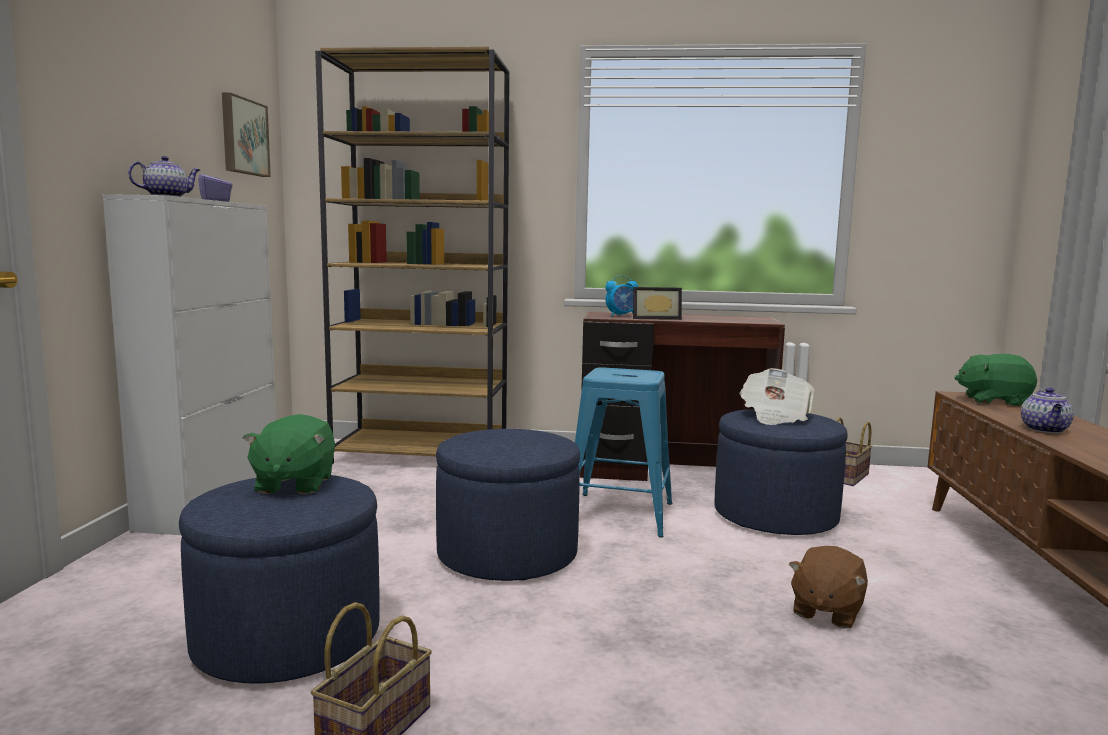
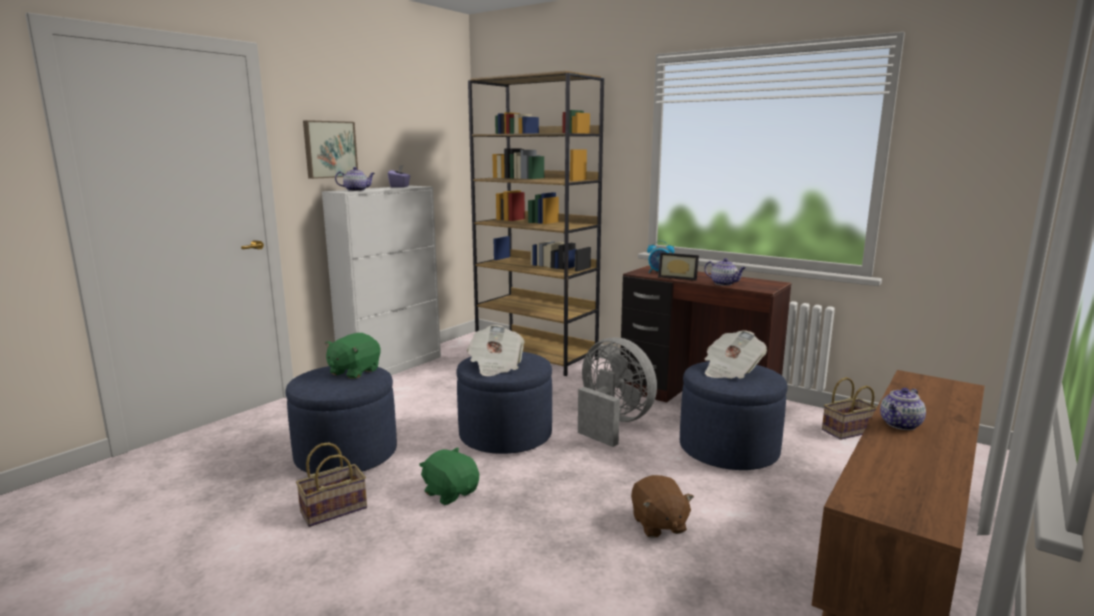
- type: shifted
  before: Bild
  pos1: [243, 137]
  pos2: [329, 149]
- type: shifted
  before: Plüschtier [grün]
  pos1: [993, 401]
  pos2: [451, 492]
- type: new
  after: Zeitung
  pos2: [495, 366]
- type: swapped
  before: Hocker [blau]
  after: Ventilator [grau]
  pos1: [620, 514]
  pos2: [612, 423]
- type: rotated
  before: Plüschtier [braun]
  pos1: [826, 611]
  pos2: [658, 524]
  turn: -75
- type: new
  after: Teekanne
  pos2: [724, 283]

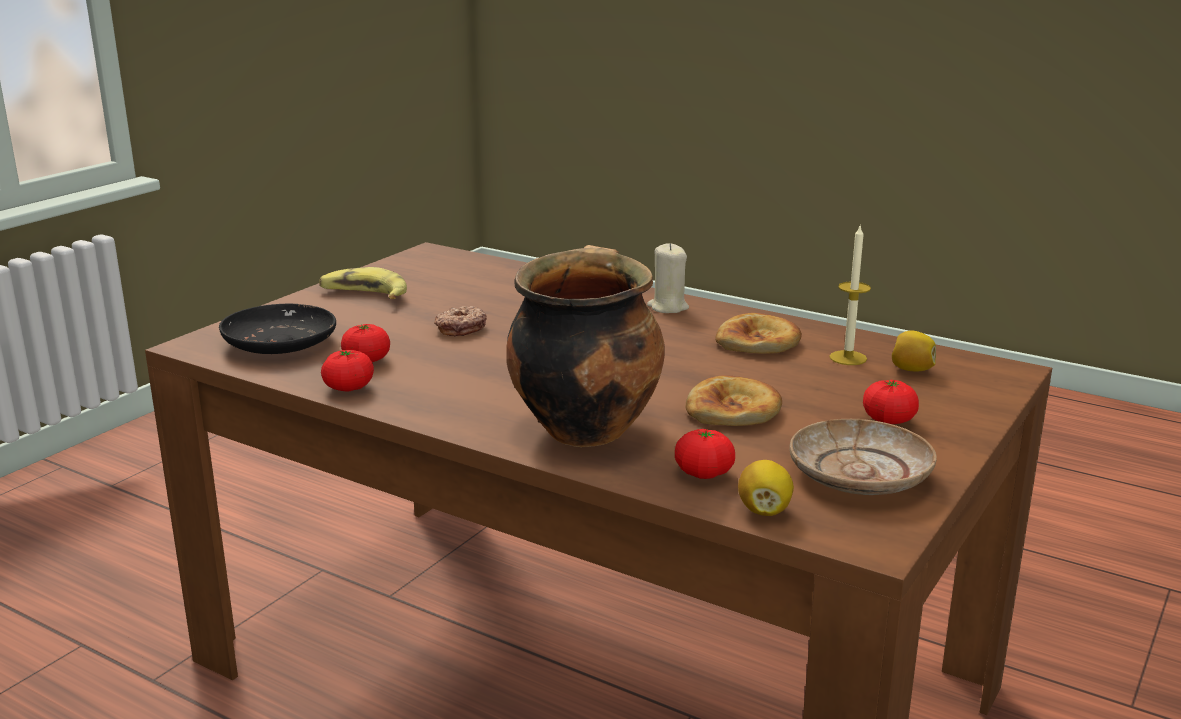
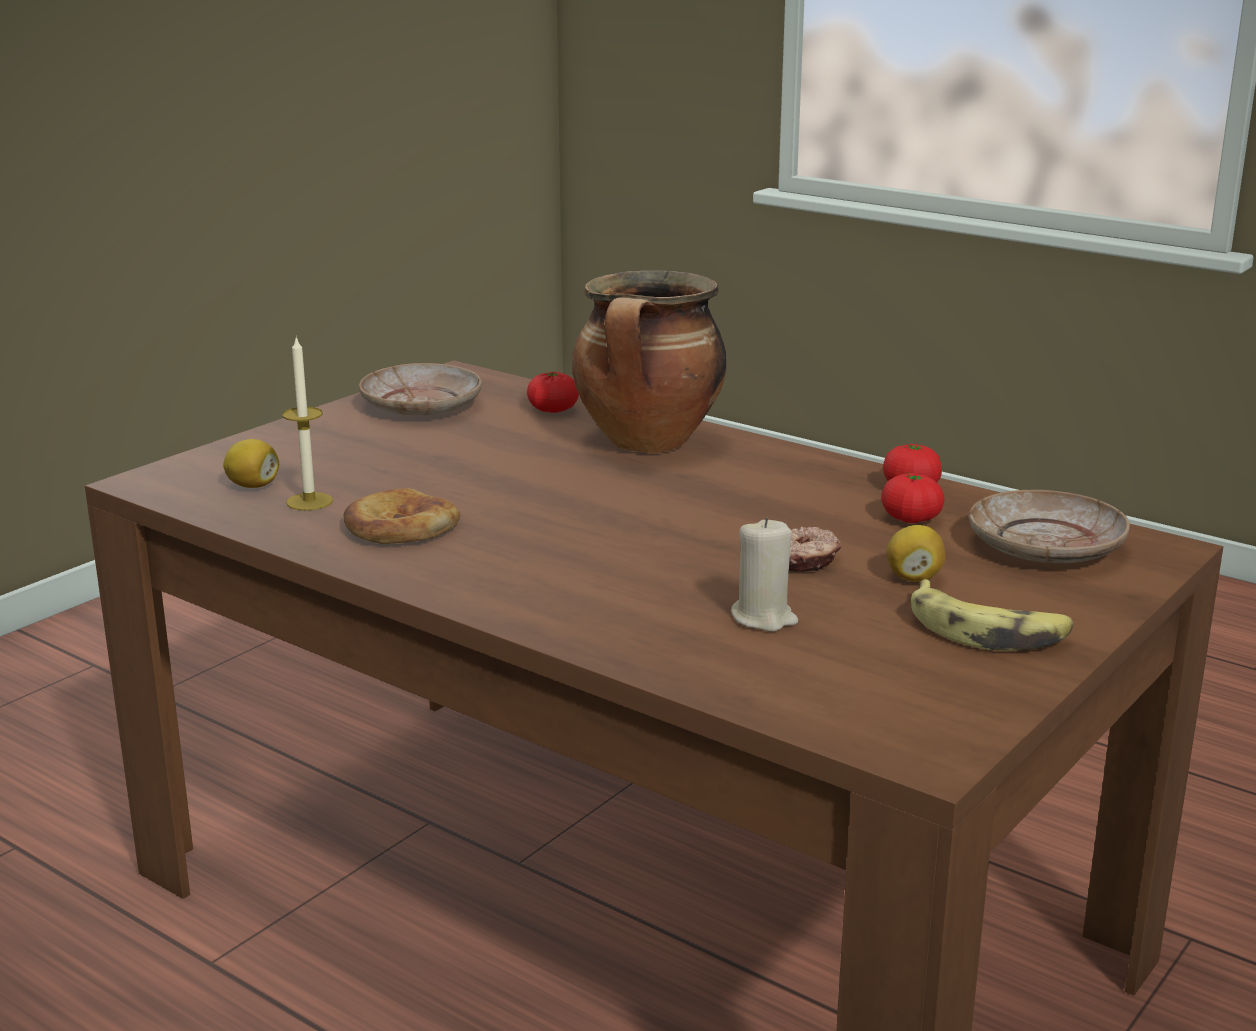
- type: shifted
  before: Kerze [beige]
  pos1: [668, 307]
  pos2: [764, 618]
- type: shifted
  before: Zitrone
  pos1: [764, 510]
  pos2: [914, 577]
- type: repainted
  before: Teller [schwarz]
  after: Teller [beige]
  pos1: [279, 343]
  pos2: [1046, 546]
- type: gone
  before: Brot
  pos1: [733, 409]
- type: gone
  before: Tomate
  pos1: [888, 420]

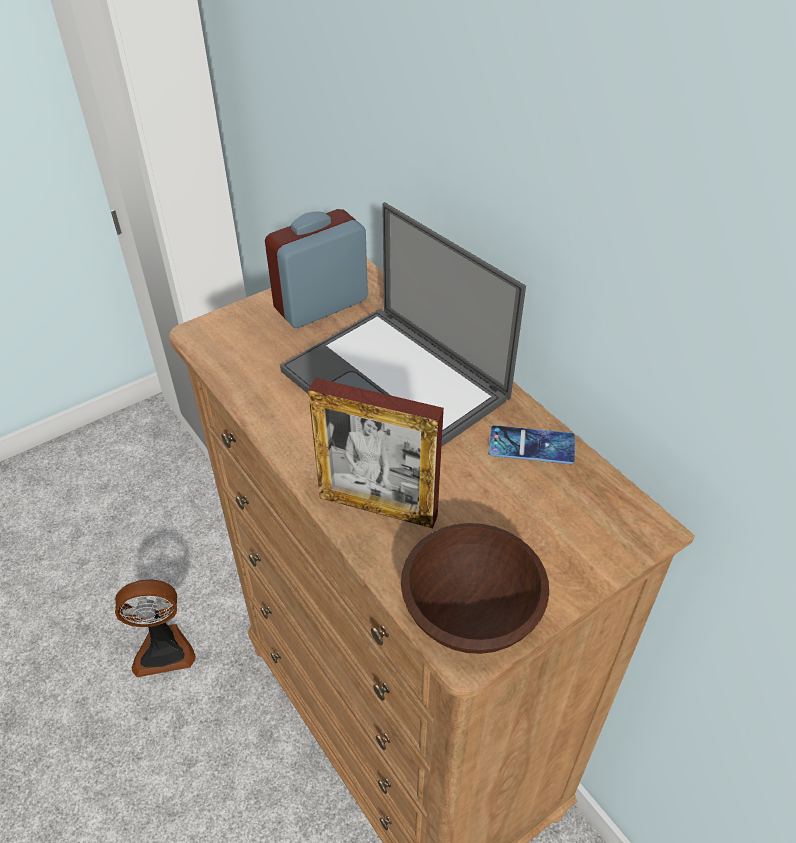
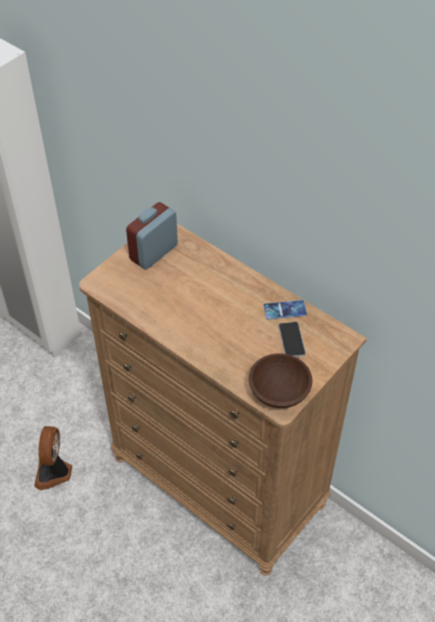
- type: rotated
  before: Ventilator
  pos1: [164, 649]
  pos2: [54, 472]
  turn: 120
- type: new
  after: Handy
  pos2: [291, 340]
- type: gone
  before: Laptop
  pos1: [397, 386]
- type: gone
  before: Bilderrahmen
  pos1: [378, 506]

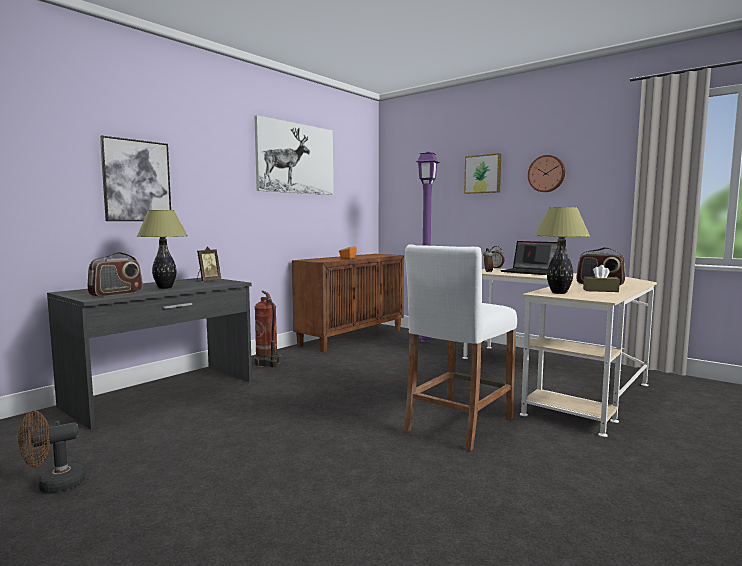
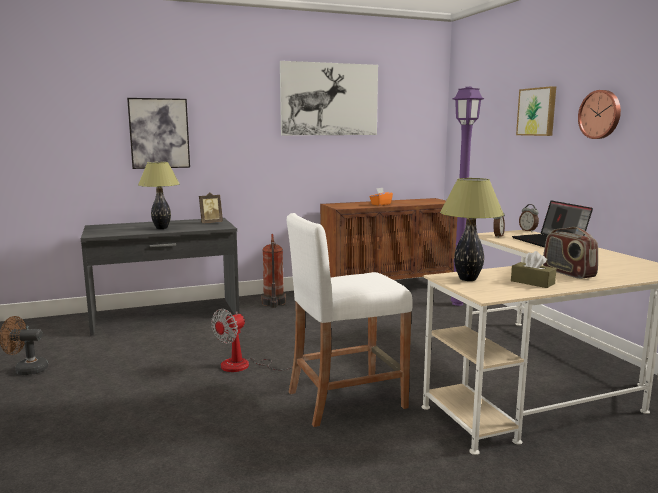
- type: new
  after: Ventilator
  pos2: [246, 366]
- type: gone
  before: Radio
  pos1: [116, 294]

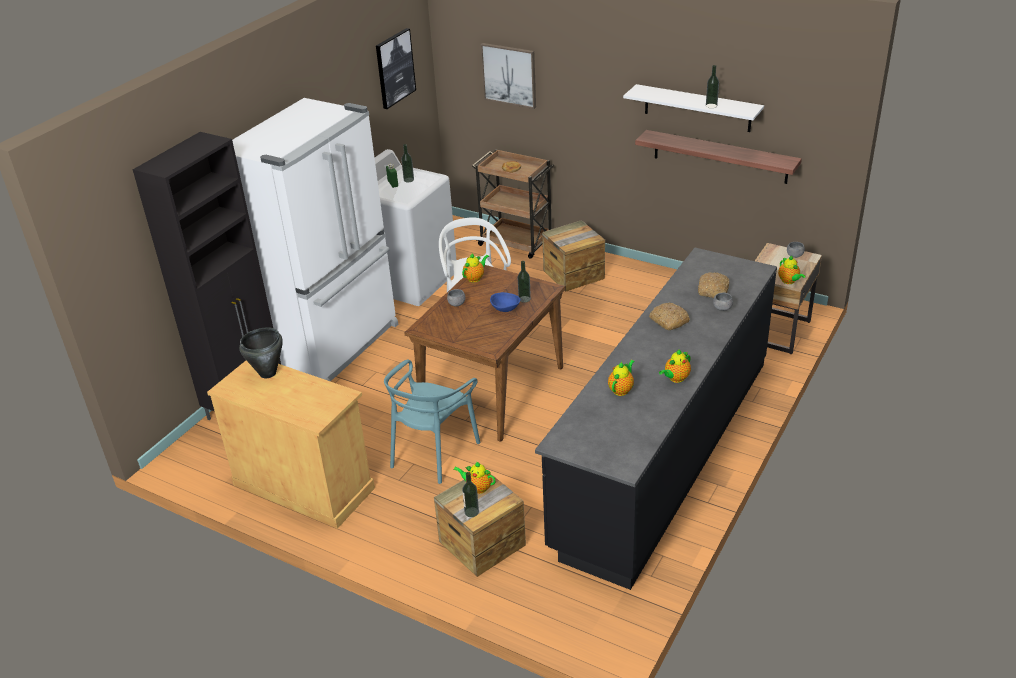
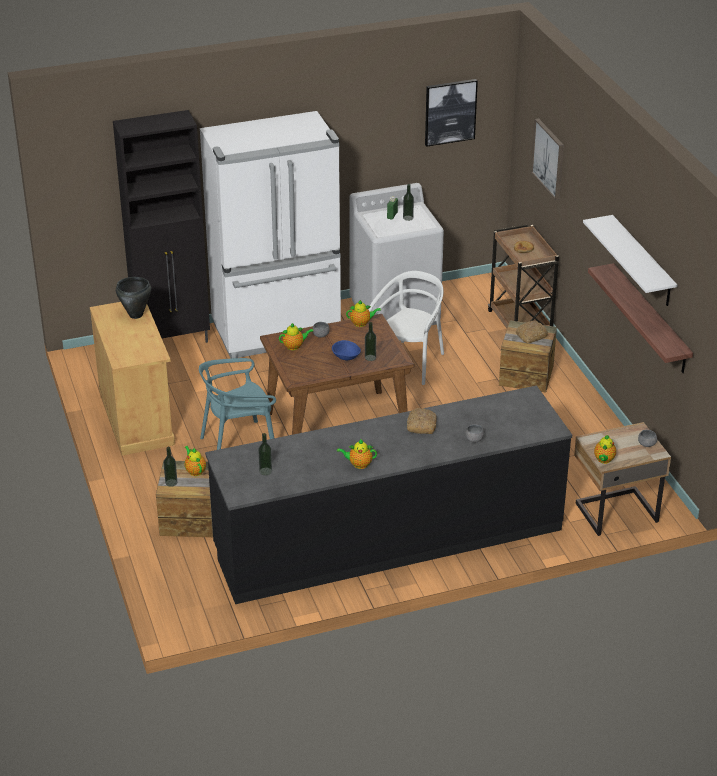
- type: shifted
  before: Flasche
  pos1: [711, 106]
  pos2: [265, 471]
- type: shifted
  before: Teekanne
  pos1: [621, 389]
  pos2: [294, 346]
- type: shifted
  before: Brot
  pos1: [713, 290]
  pos2: [531, 336]

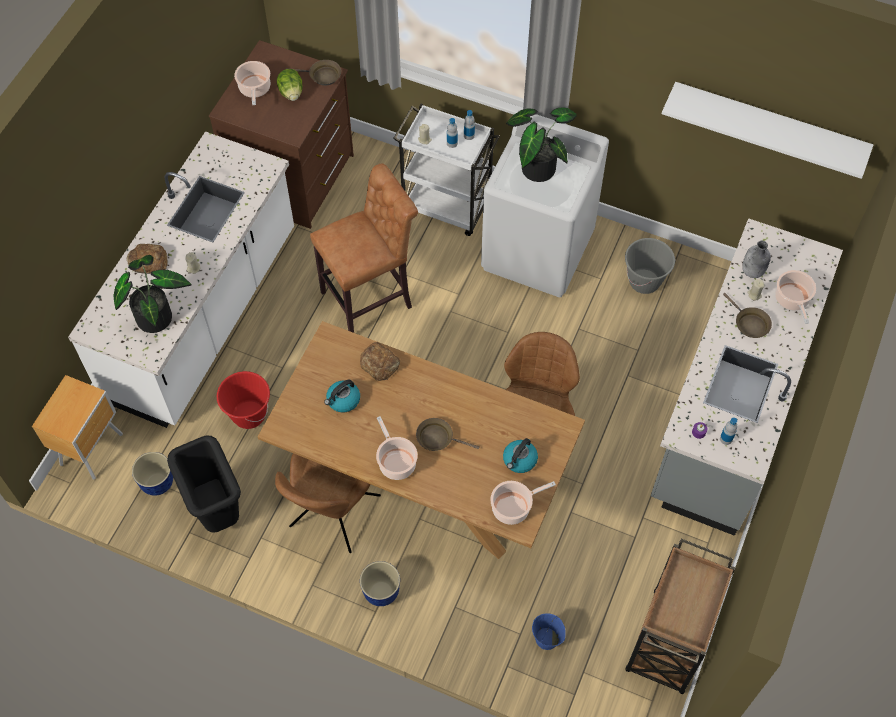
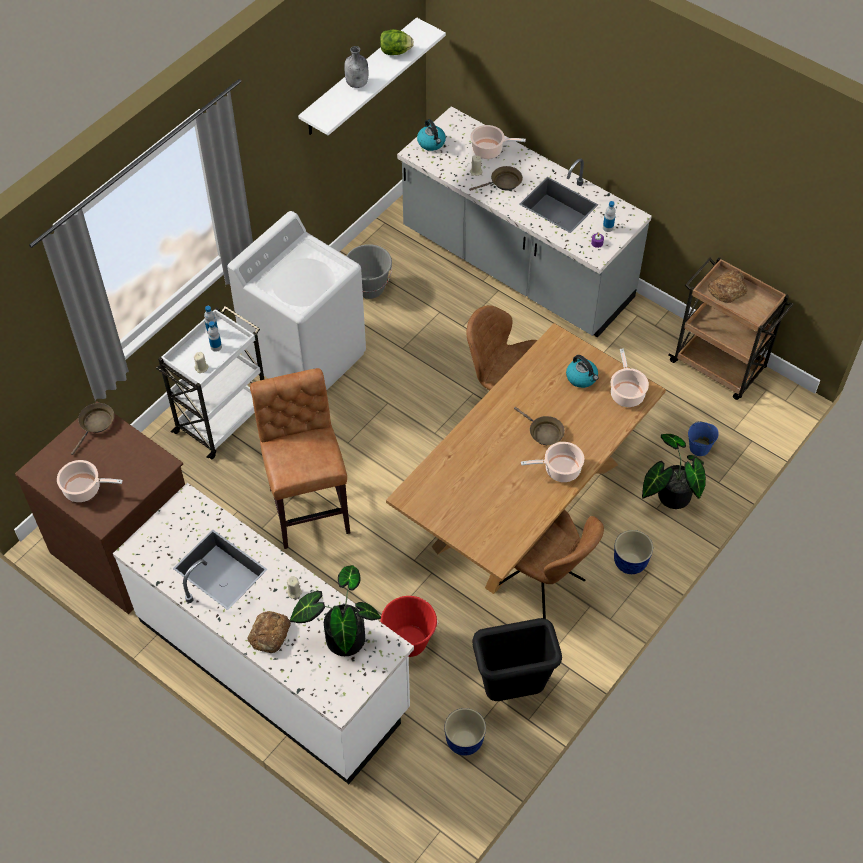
- type: shifted
  before: Flasche [grau]
  pos1: [753, 271]
  pos2: [357, 83]
- type: shifted
  before: Salatkopf
  pos1: [291, 93]
  pos2: [395, 52]
- type: shifted
  before: Wasserkessel
  pos1: [343, 400]
  pos2: [431, 143]
- type: rotated
  before: Pfanne [braun]
  pos1: [438, 438]
  pos2: [543, 432]
  turn: -75
- type: shifted
  before: Topfpflanze
  pos1: [537, 165]
  pos2: [669, 495]
- type: shifted
  before: Brot
  pos1: [380, 363]
  pos2: [727, 289]
- type: gone
  before: Nachttisch [braun]
  pos1: [93, 448]

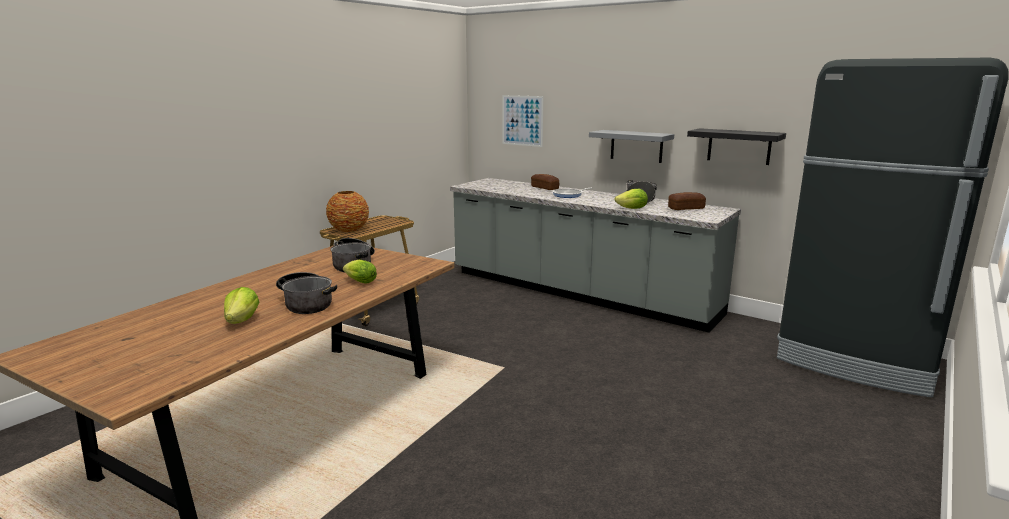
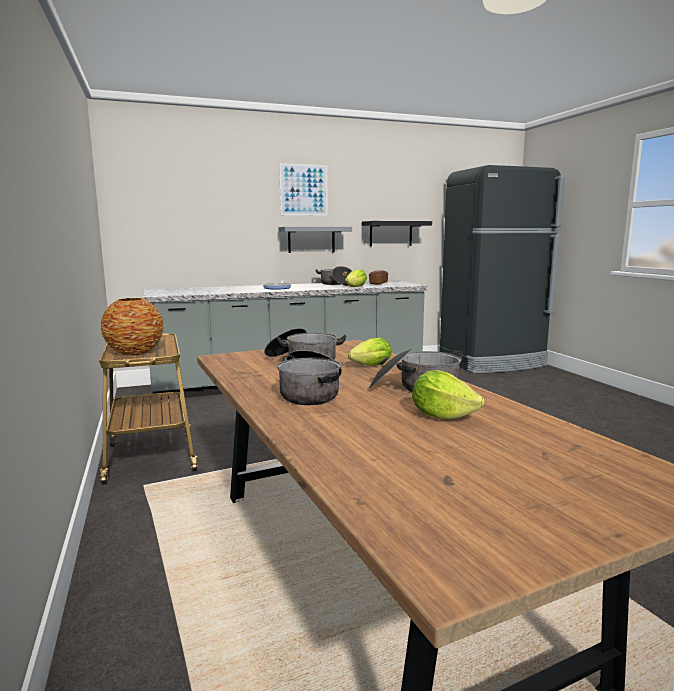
- type: new
  after: Kochtopf
  pos2: [311, 393]
- type: shifted
  before: Bild
  pos1: [522, 120]
  pos2: [303, 190]
- type: gone
  before: Brot
  pos1: [544, 188]

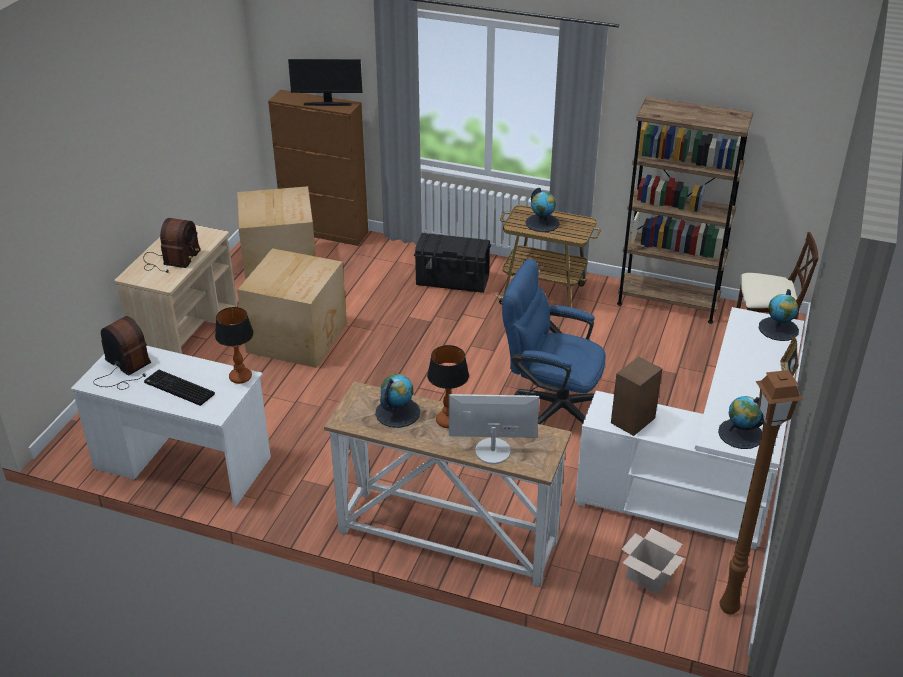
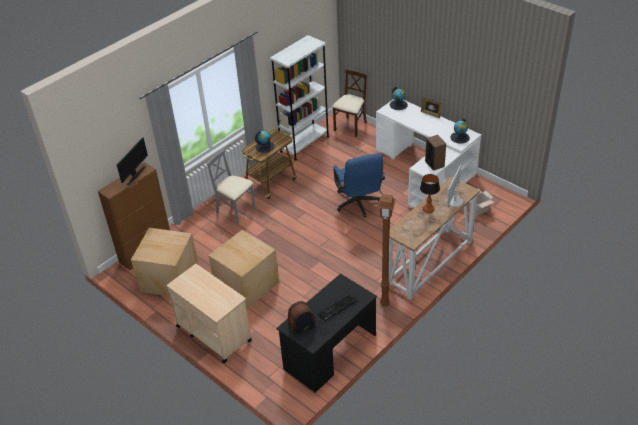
- type: swapped
  before: Aufbewahrungsbox [schwarz]
  after: Stuhl [grau]
  pos1: [453, 281]
  pos2: [235, 211]
- type: repainted
  before: Bücherregal [braun]
  after: Bücherregal [weiß]
  pos1: [668, 302]
  pos2: [304, 144]
- type: repainted
  before: Schreibtisch [weiß]
  after: Schreibtisch [schwarz]
  pos1: [182, 463]
  pos2: [330, 352]
- type: rotated
  before: Bürostuhl [blau]
  pos1: [551, 405]
  pos2: [358, 205]
  turn: -60
- type: shifted
  before: Stehlampe [braun]
  pos1: [729, 607]
  pos2: [384, 303]
- type: gone
  before: Radio
  pos1: [171, 260]
- type: gone
  before: Tischlampe
  pos1: [241, 377]
- type: gone
  before: Globus
  pos1: [397, 412]

